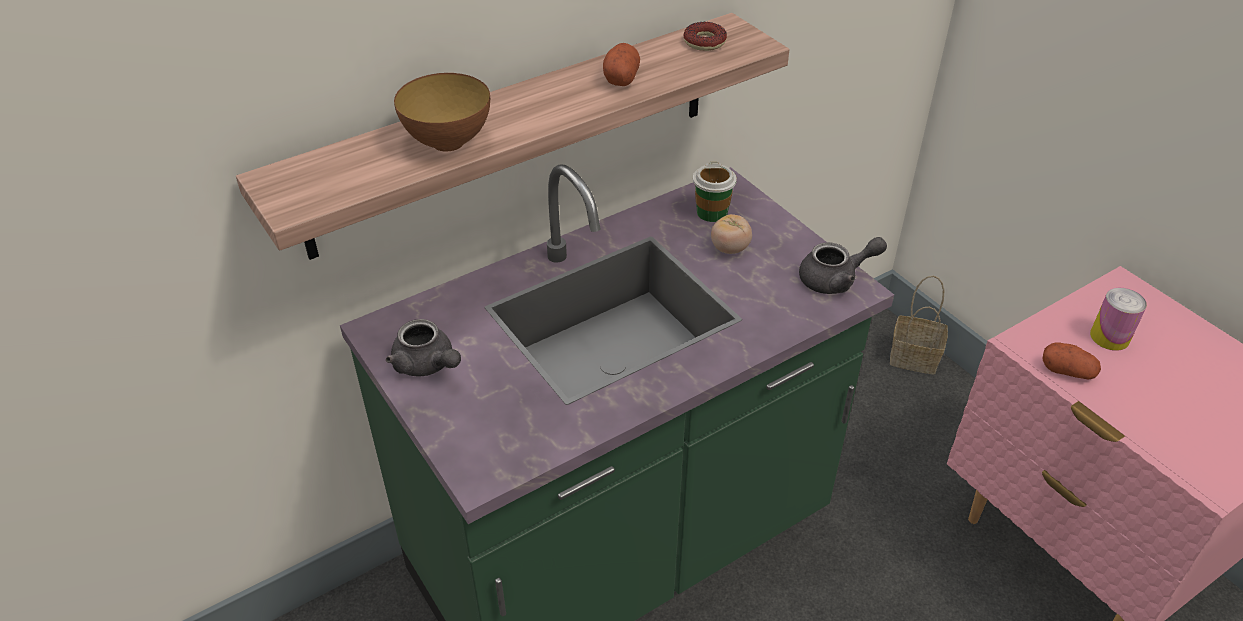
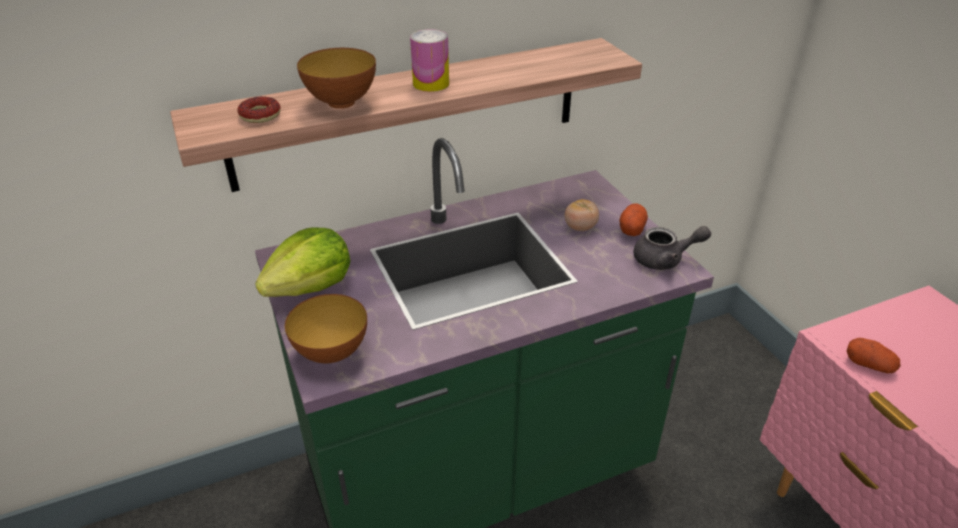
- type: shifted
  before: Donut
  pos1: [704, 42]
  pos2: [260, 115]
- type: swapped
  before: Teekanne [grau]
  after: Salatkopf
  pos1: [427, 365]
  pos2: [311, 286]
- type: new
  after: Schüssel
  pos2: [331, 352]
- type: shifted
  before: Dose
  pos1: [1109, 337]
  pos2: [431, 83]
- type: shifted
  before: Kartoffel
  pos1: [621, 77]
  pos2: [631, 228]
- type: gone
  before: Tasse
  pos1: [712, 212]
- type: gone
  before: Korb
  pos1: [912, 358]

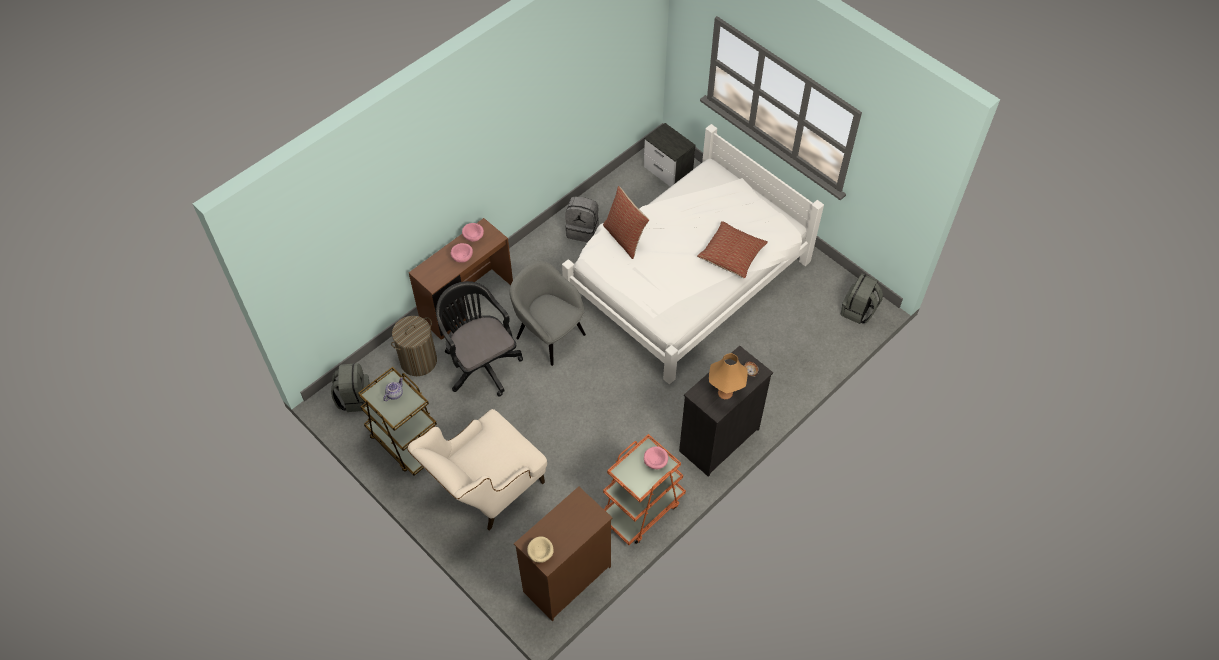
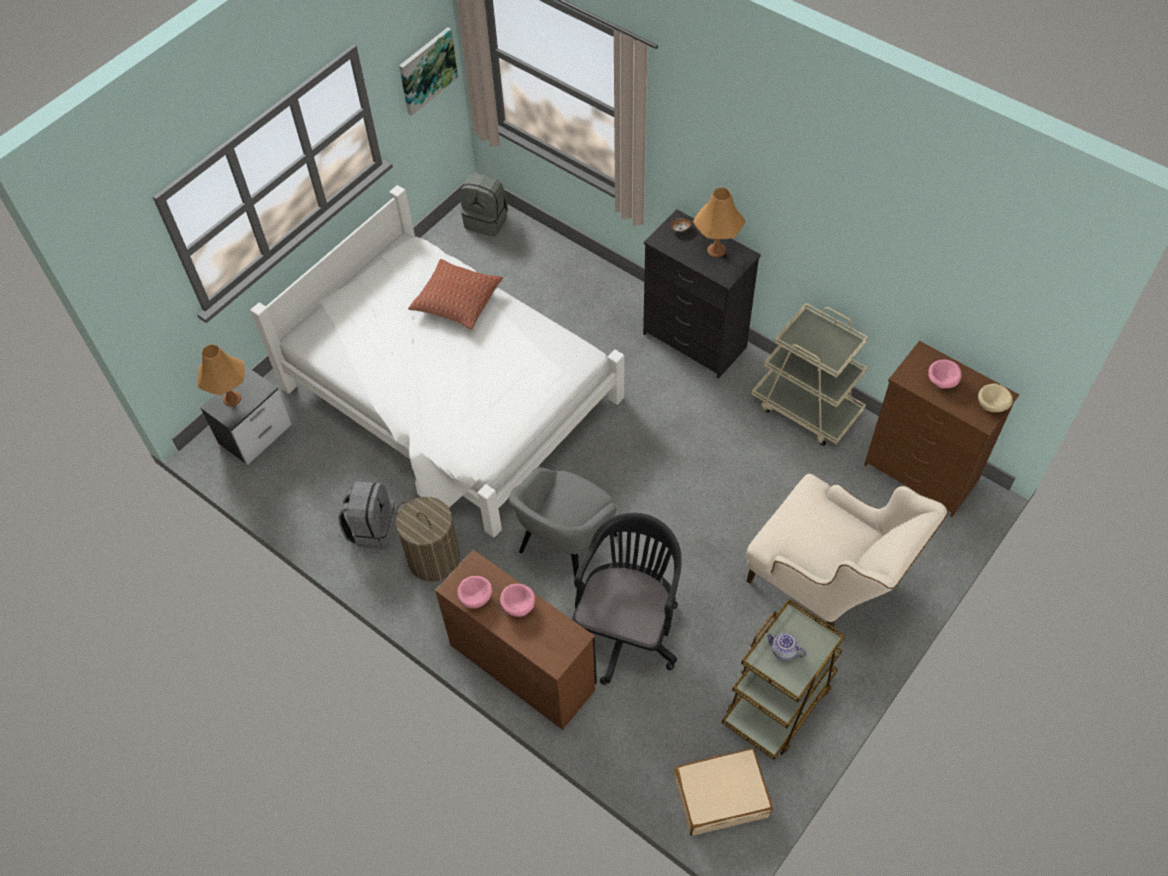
- type: new
  after: Tischlampe [orange]
  pos2: [231, 398]
- type: shifted
  before: Wäschekorb
  pos1: [418, 361]
  pos2: [434, 558]
- type: new
  after: Bild
  pos2: [427, 70]
- type: rotated
  before: Bürostuhl [schwarz]
  pos1: [480, 363]
  pos2: [628, 627]
  turn: 150
- type: swapped
  before: Rucksack [grau]
  after: Koffer [beige]
  pos1: [354, 398]
  pos2: [721, 795]
- type: repainted
  before: Rollwagen [orange]
  after: Rollwagen [beige]
  pos1: [641, 509]
  pos2: [806, 408]
- type: shifted
  before: Schüssel [rosa]
  pos1: [655, 461]
  pos2: [941, 381]
- type: gone
  before: Kissen
  pos1: [625, 238]

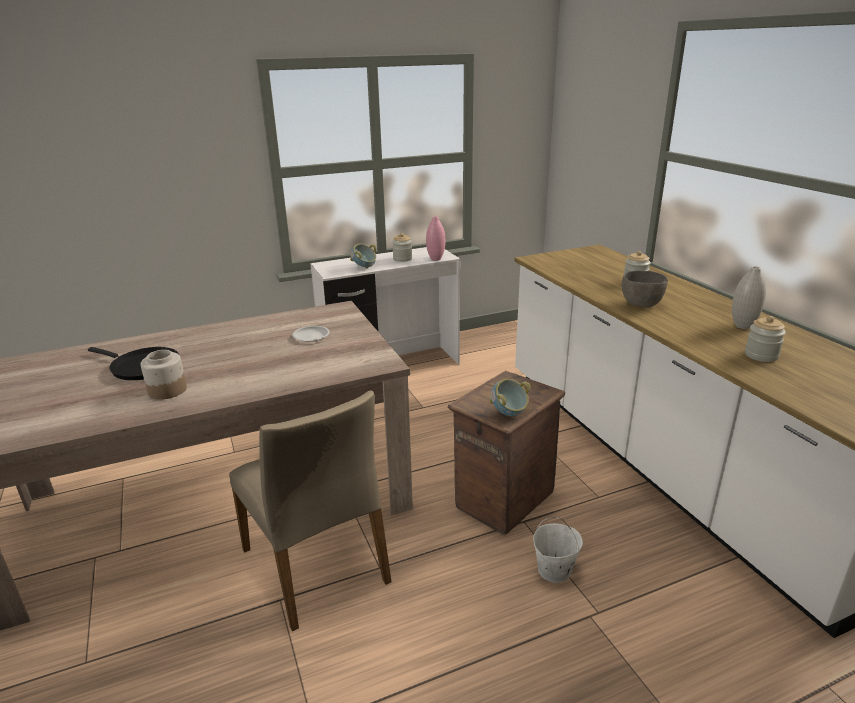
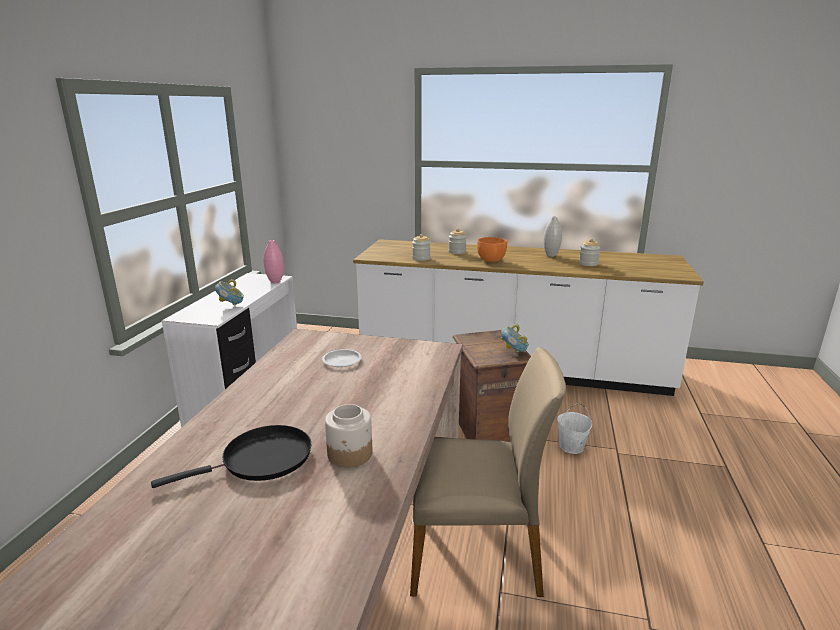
- type: shifted
  before: Vorratsglas
  pos1: [402, 259]
  pos2: [421, 258]
- type: repainted
  before: Schüssel [grau]
  after: Schüssel [orange]
  pos1: [640, 304]
  pos2: [491, 261]

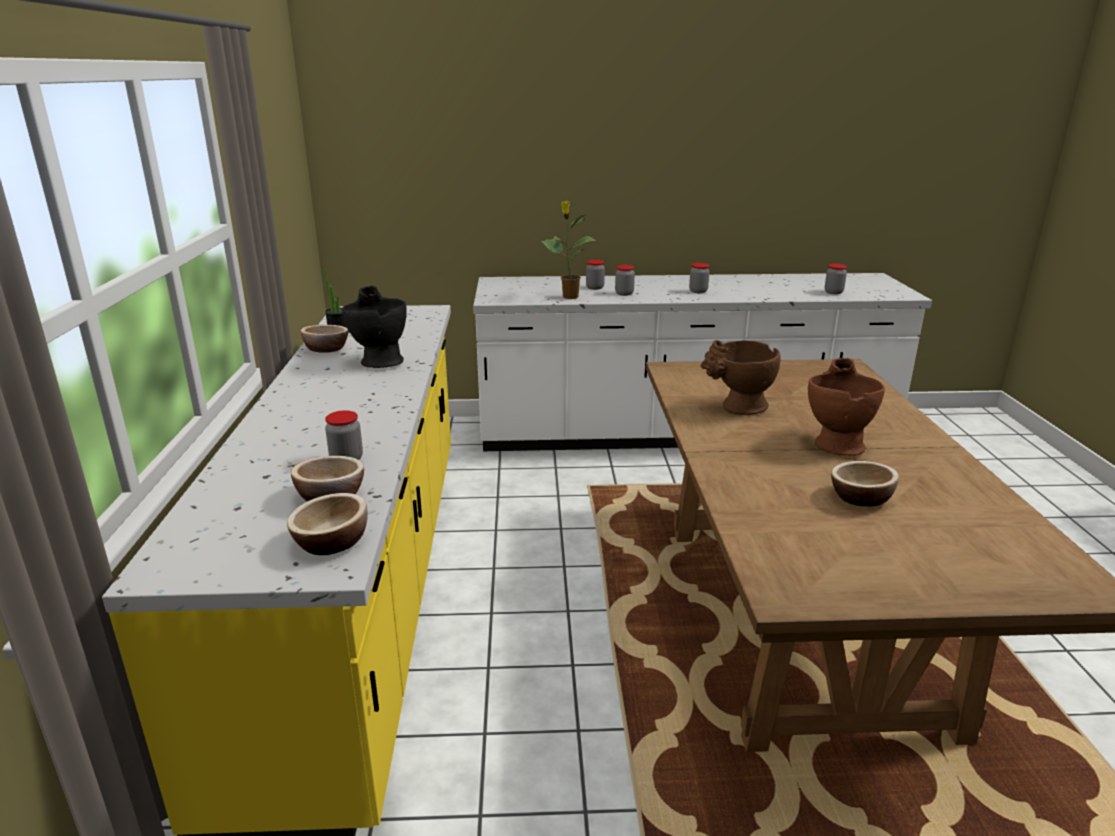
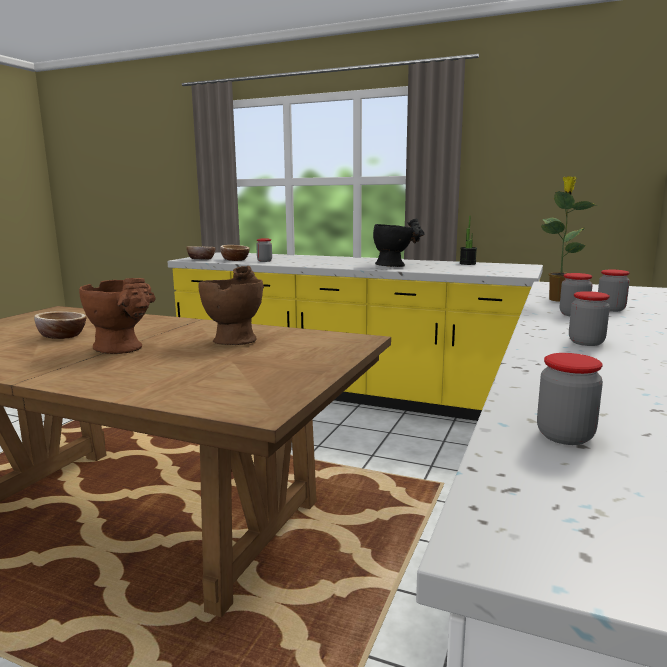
- type: gone
  before: Schüssel
  pos1: [326, 349]

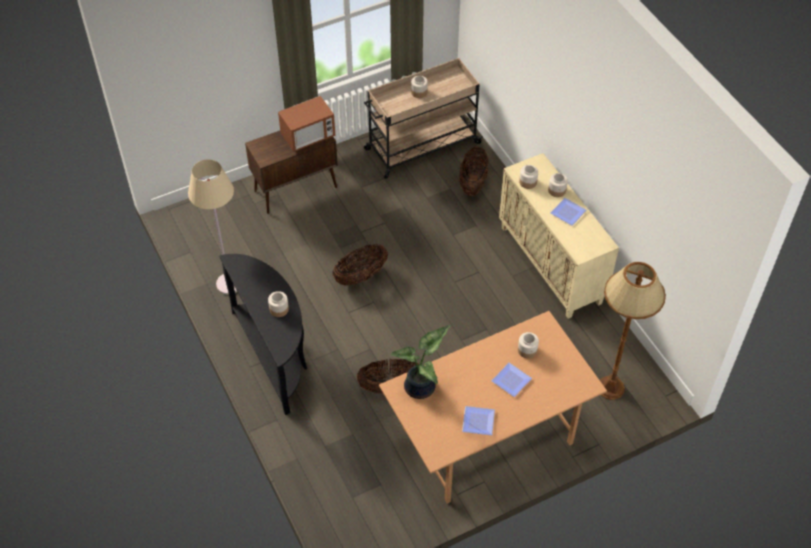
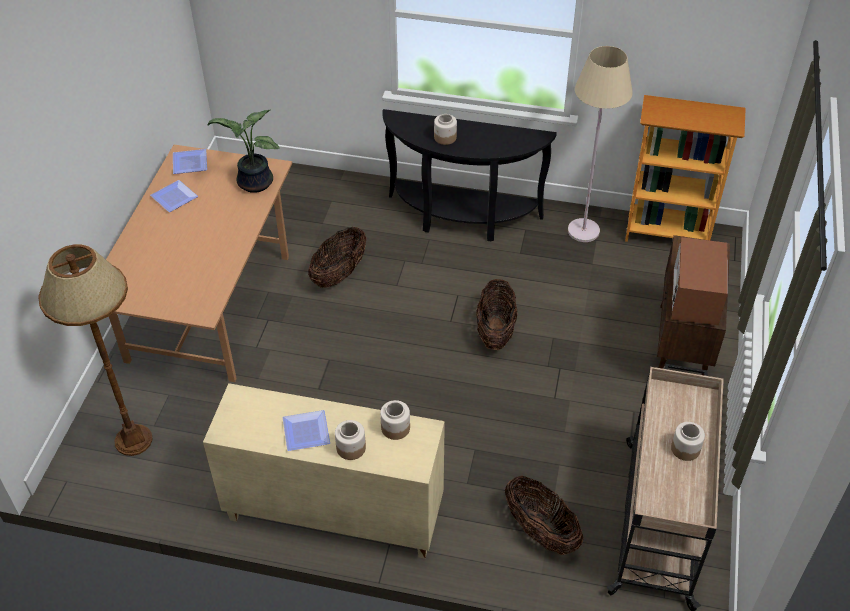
- type: shifted
  before: Teller
  pos1: [511, 382]
  pos2: [189, 162]
- type: new
  after: Bücherregal
  pos2: [667, 233]
- type: gone
  before: Vorratsglas
  pos1: [527, 350]

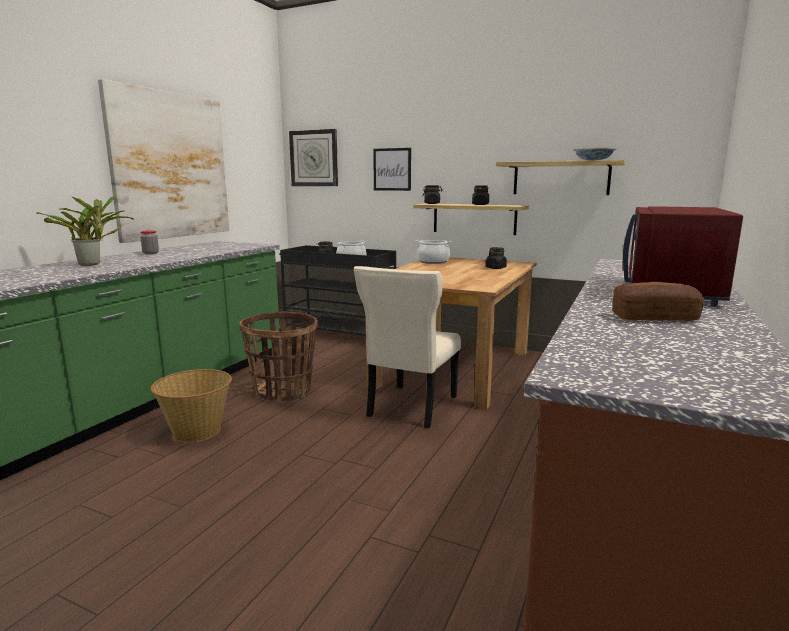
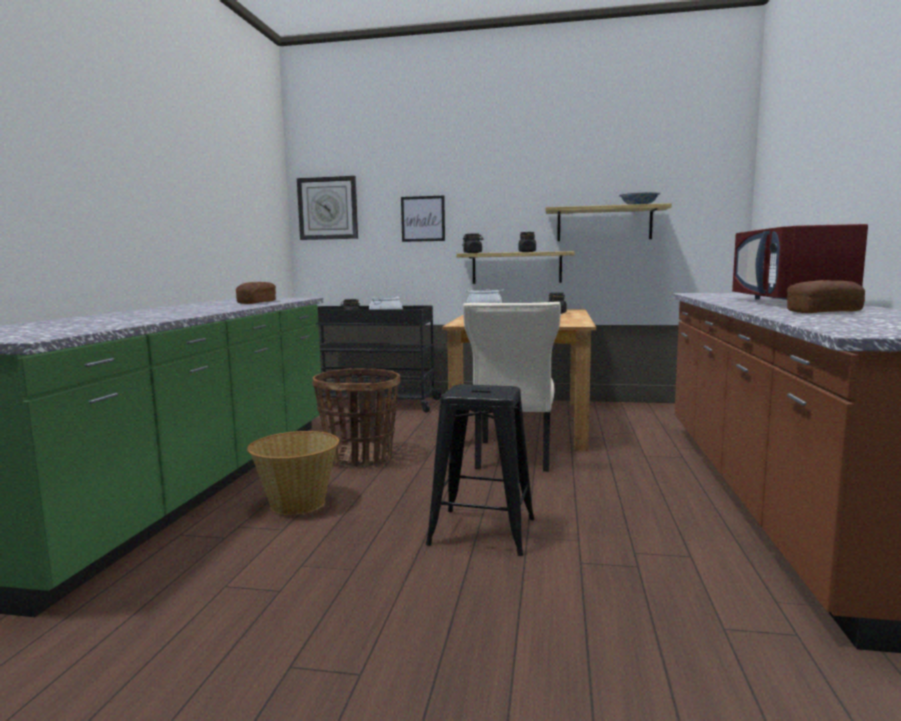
- type: new
  after: Brot
  pos2: [257, 302]
- type: new
  after: Hocker [schwarz]
  pos2: [481, 531]
- type: gone
  before: Topfpflanze
  pos1: [93, 264]
- type: gone
  before: Bild
  pos1: [171, 166]
- type: gone
  before: Vorratsglas
  pos1: [150, 253]

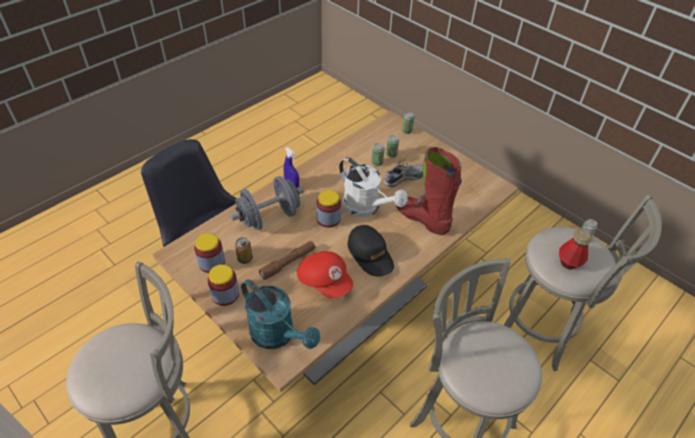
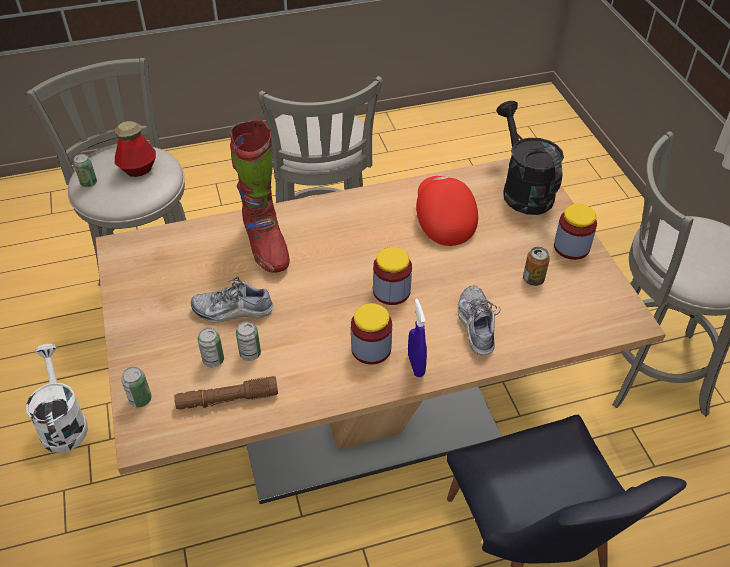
- type: shifted
  before: Gießkanne [weiß]
  pos1: [366, 208]
  pos2: [63, 423]
- type: shifted
  before: Taschenlampe [braun]
  pos1: [288, 263]
  pos2: [227, 399]
- type: shifted
  before: Vorratsglas
  pos1: [211, 262]
  pos2: [371, 349]
- type: swapped
  before: Hantel [grau]
  after: Schuh
  pos1: [269, 217]
  pos2: [476, 325]
- type: repainted
  before: Gießkanne [türkis]
  after: Gießkanne [schwarz]
  pos1: [278, 335]
  pos2: [523, 190]
- type: gone
  before: Kappe [schwarz]
  pos1: [370, 255]

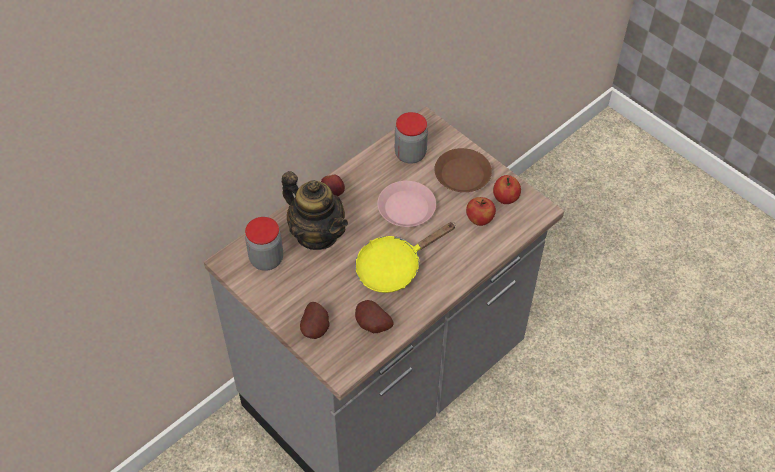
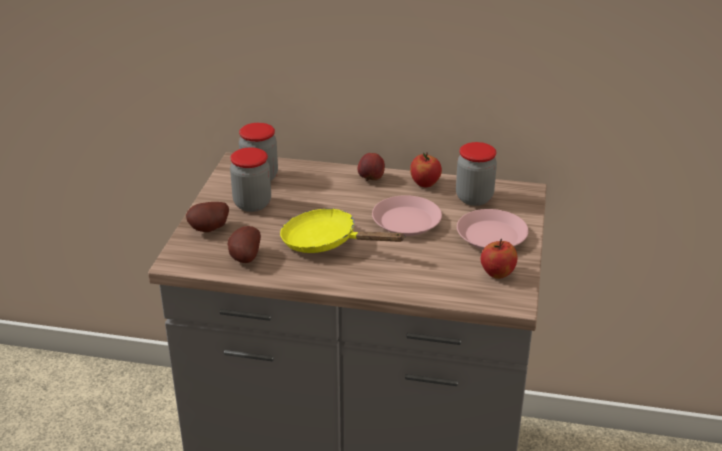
- type: new
  after: Vorratsglas
  pos2: [252, 204]
- type: shifted
  before: Apfel
  pos1: [479, 220]
  pos2: [425, 184]
- type: repainted
  before: Teller [braun]
  after: Teller [rosa]
  pos1: [463, 174]
  pos2: [492, 236]
- type: gone
  before: Teekanne
  pos1: [317, 234]

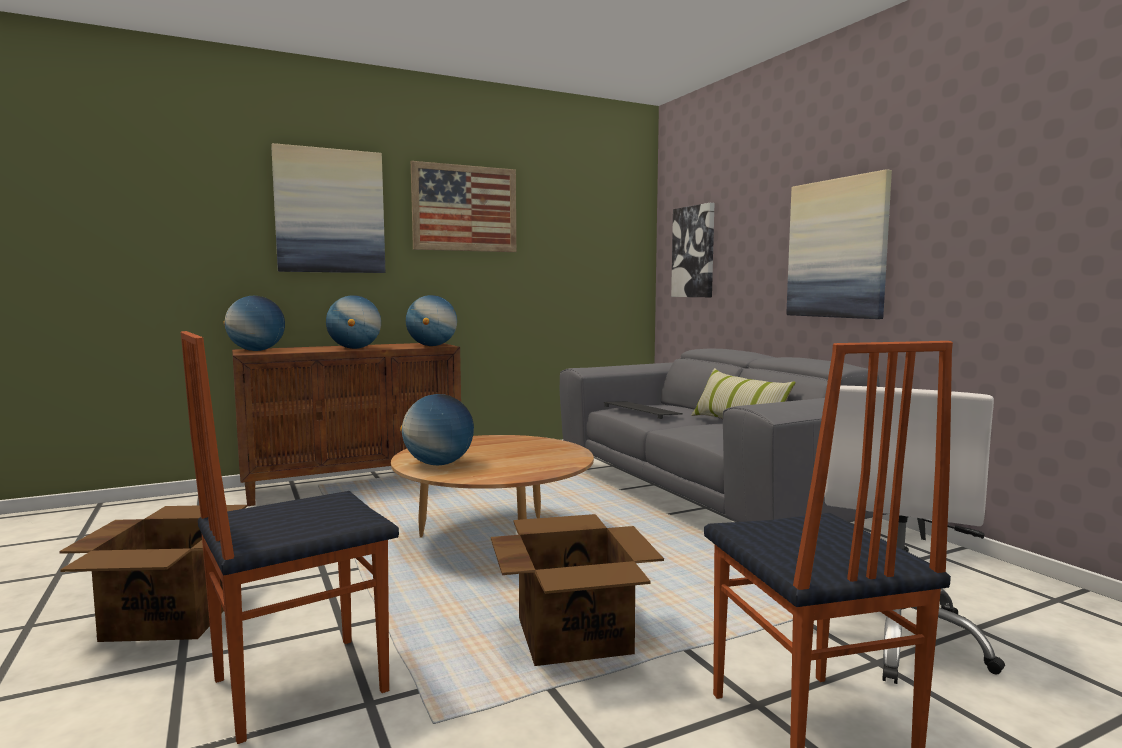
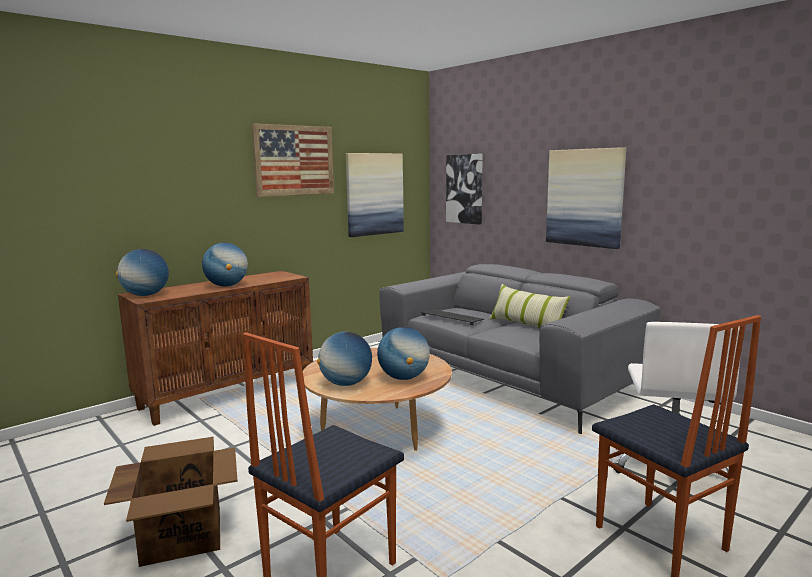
- type: shifted
  before: Bild
  pos1: [330, 211]
  pos2: [374, 194]
- type: shifted
  before: Globus
  pos1: [432, 346]
  pos2: [403, 378]
- type: gone
  before: Karton
  pos1: [574, 635]

